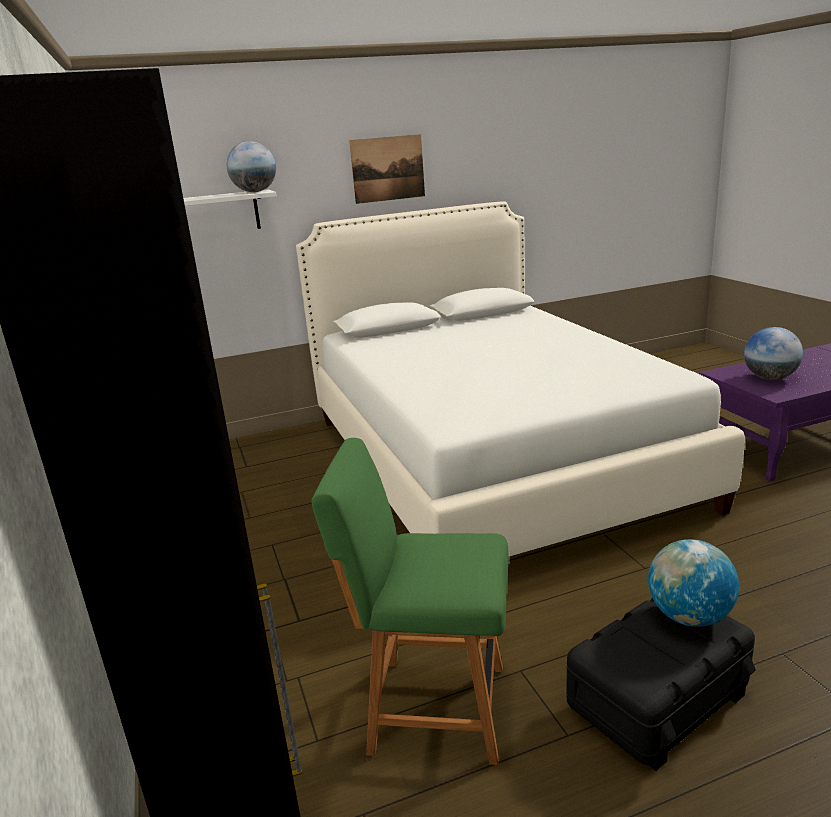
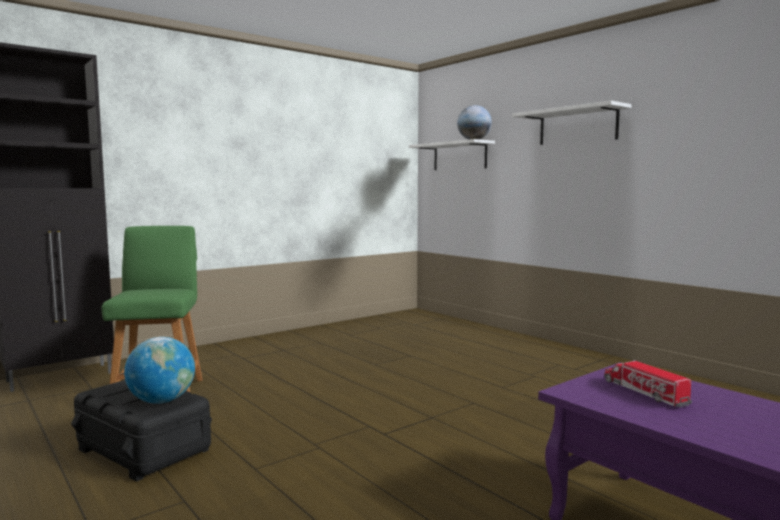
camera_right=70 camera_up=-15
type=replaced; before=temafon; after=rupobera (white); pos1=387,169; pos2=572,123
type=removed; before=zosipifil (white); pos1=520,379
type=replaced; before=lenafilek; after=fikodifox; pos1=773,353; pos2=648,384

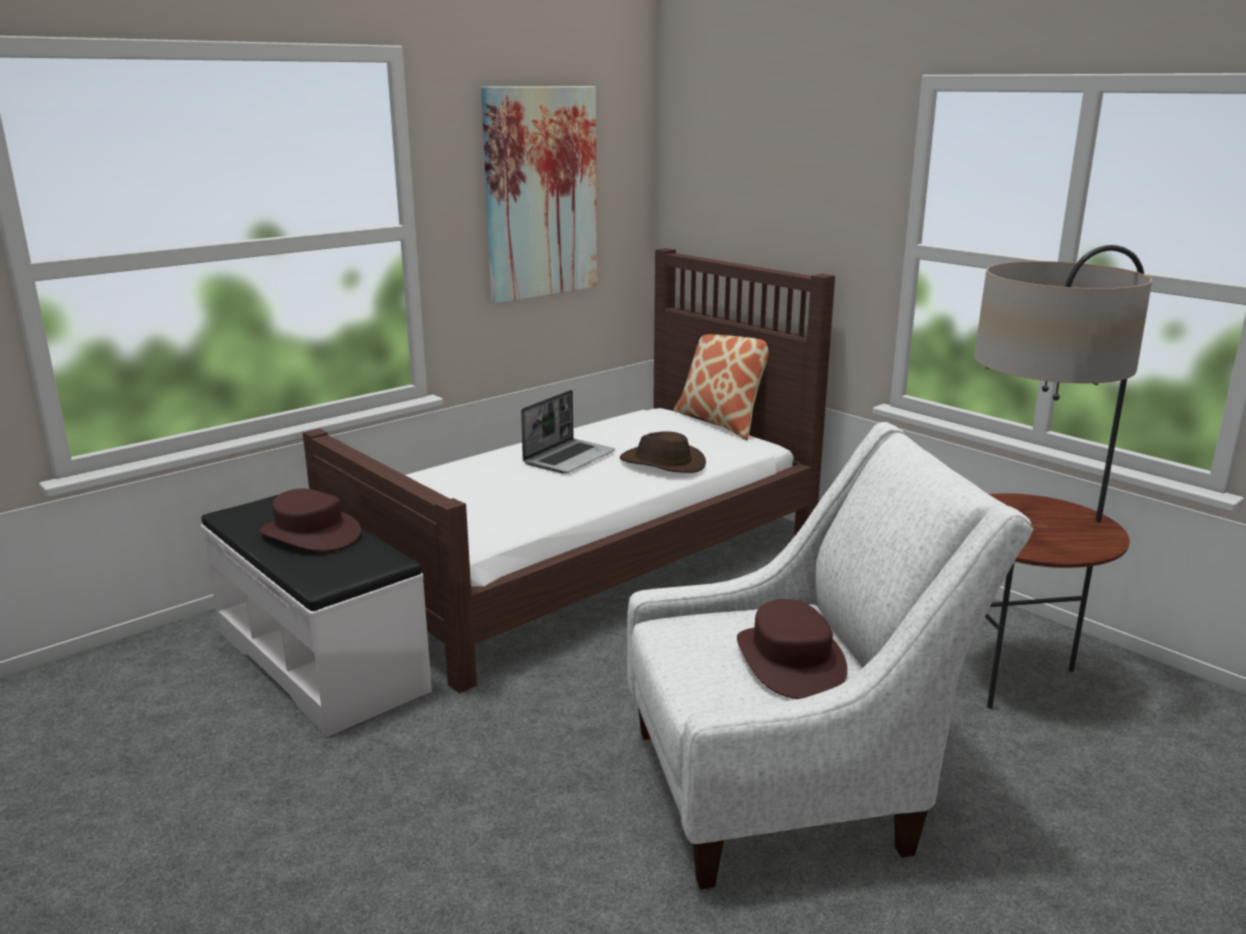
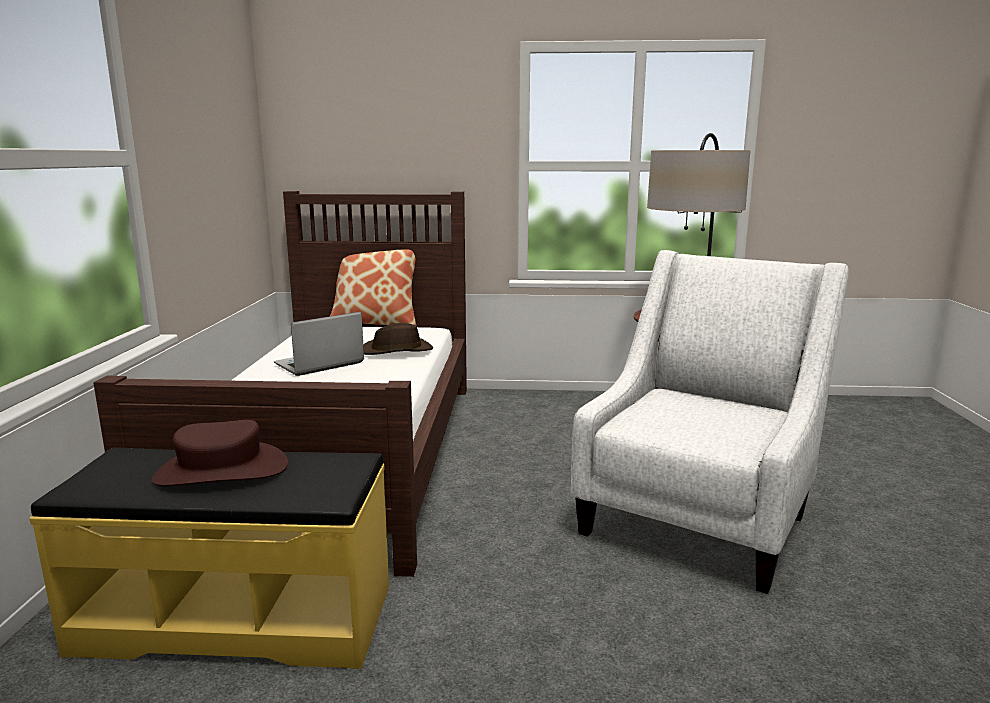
camera_right=-45 camera_up=-5
type=removed; before=temafon; pos1=539,195
type=turned; before=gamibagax; pos1=568,432; pos2=319,344; turn=-120
type=recoloured; before=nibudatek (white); after=nibudatek (yellow); pos1=316,616; pos2=209,558
type=removed; before=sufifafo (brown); pos1=792,649

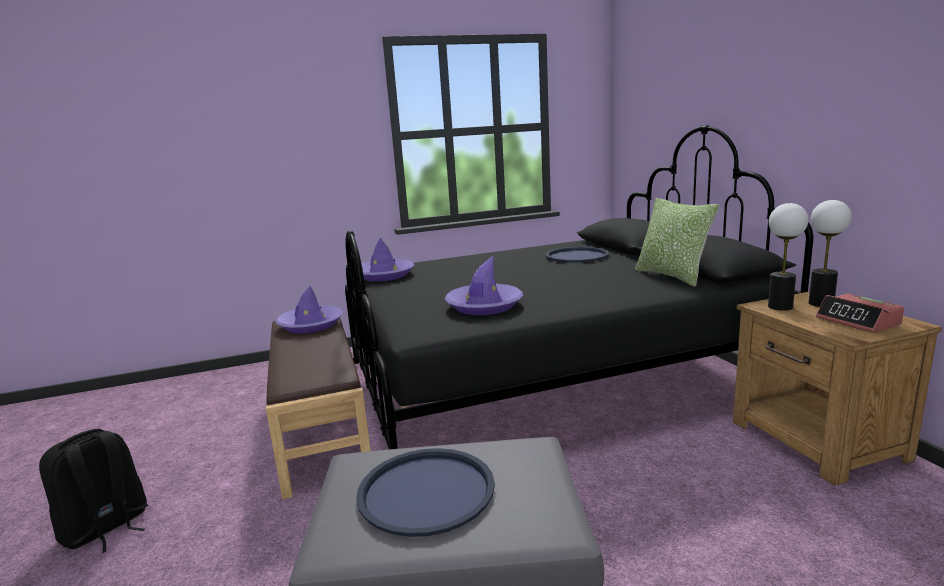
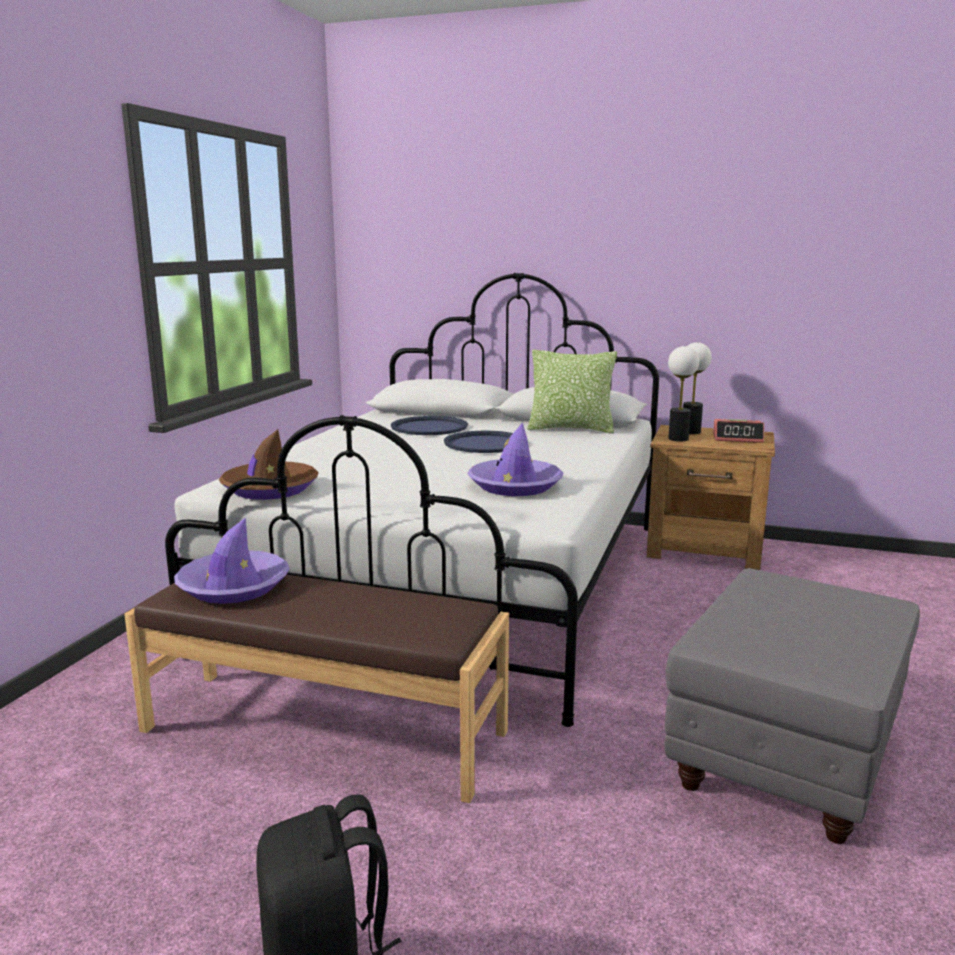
camera_right=-55 camera_up=0
type=recoloured; before=zosipifil (black); after=zosipifil (white); pos1=579,287; pos2=412,500
type=recoloured; before=sufifafo (purple); after=sufifafo (brown); pos1=388,260; pos2=269,464
type=moved; before=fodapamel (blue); pos1=425,492; pos2=478,442

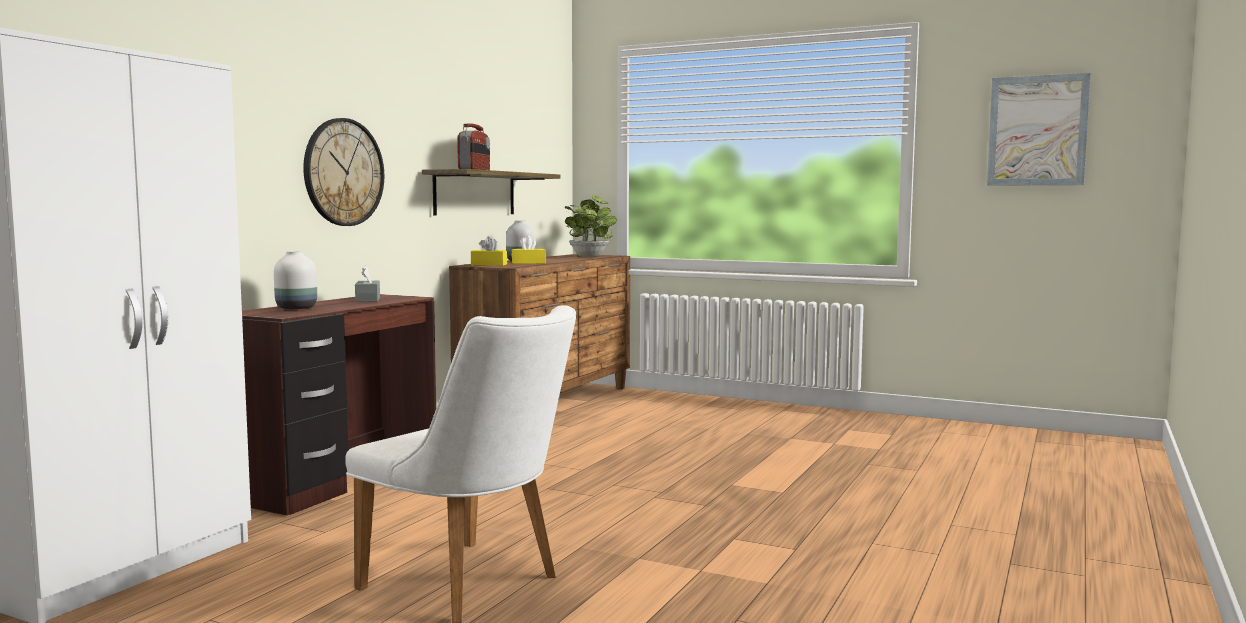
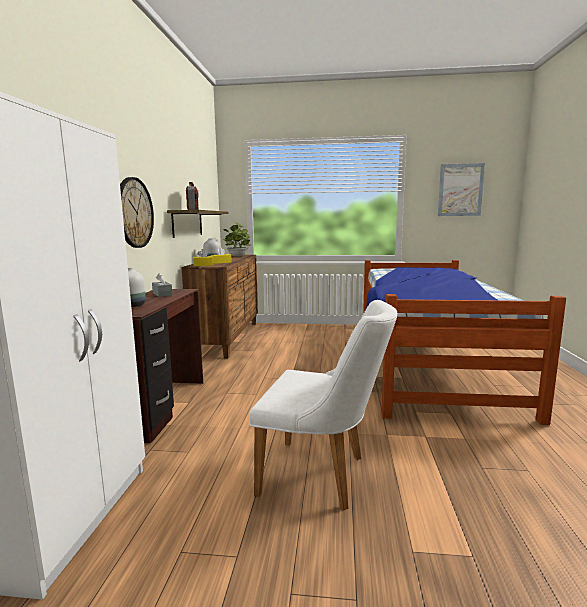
camera_right=-20 camera_up=5
type=added; after=zosipifil; pos2=464,342

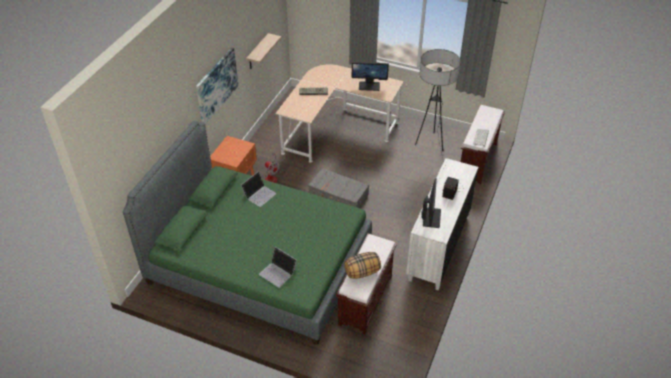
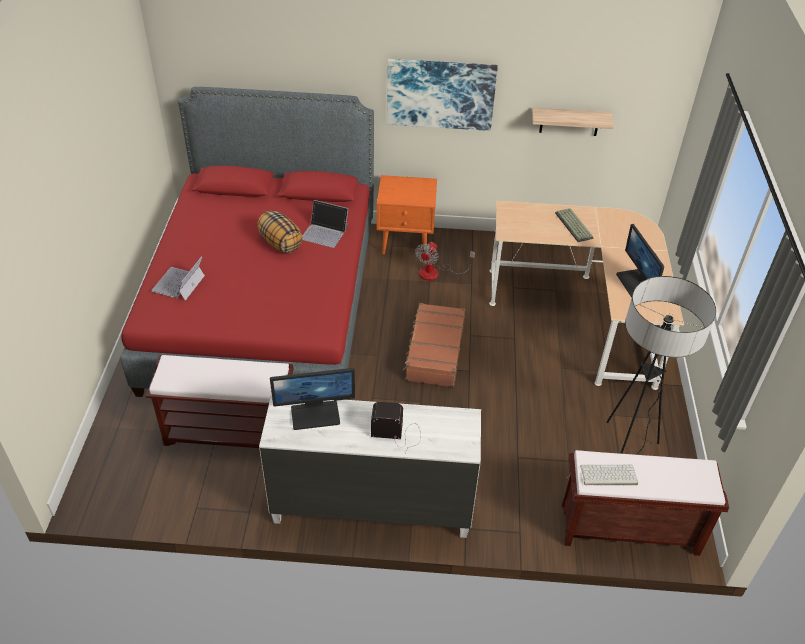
camera_right=70 camera_up=0
type=recoloured; before=zosipifil (green); after=zosipifil (red); pos1=247,232; pos2=247,242
type=recoloured; before=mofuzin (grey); after=mofuzin (brown); pos1=338,188; pos2=434,345
type=moved; before=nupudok; pos1=362,265; pos2=280,231

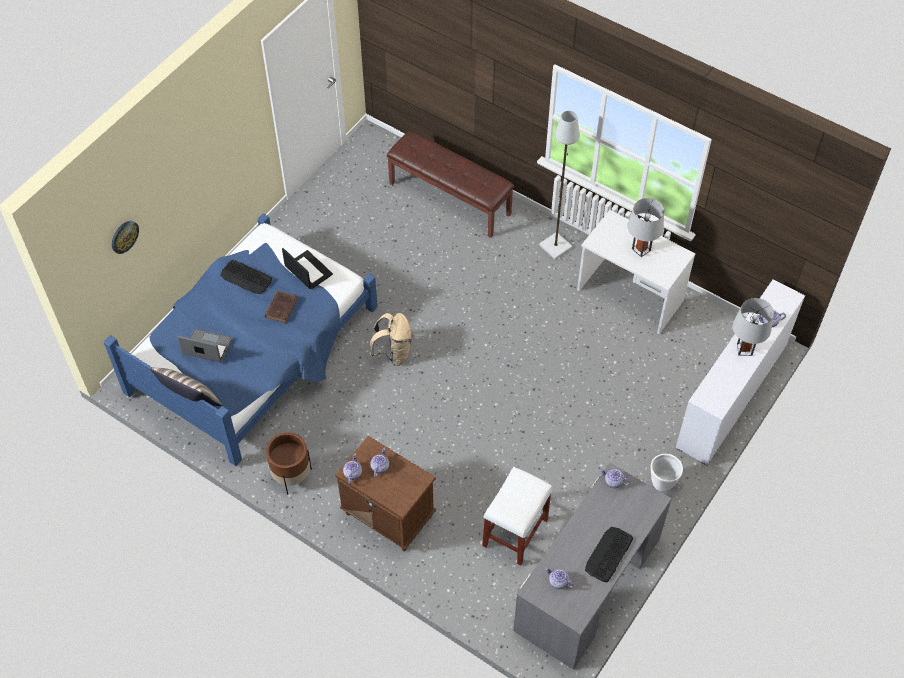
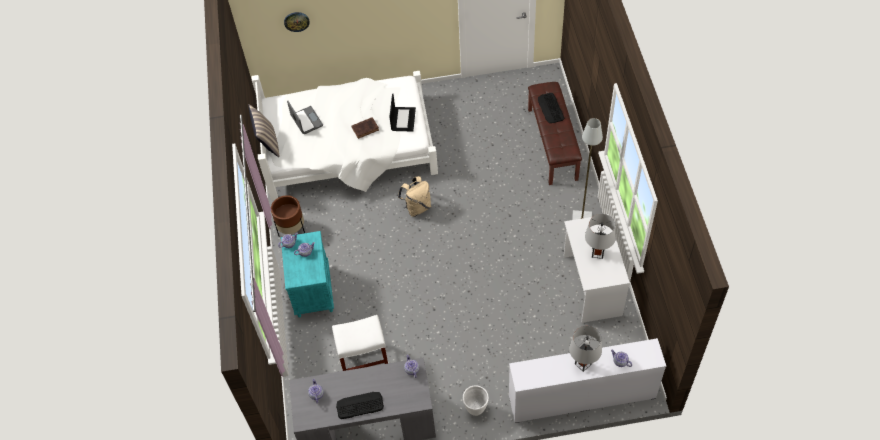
camera_right=50 camera_up=0
type=recoloured; before=zosipifil (blue); after=zosipifil (white); pos1=241,340; pos2=344,136
type=moved; before=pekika; pos1=246,277; pos2=551,108
type=recoloured; before=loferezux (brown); after=loferezux (turquoise); pos1=386,493; pos2=307,274

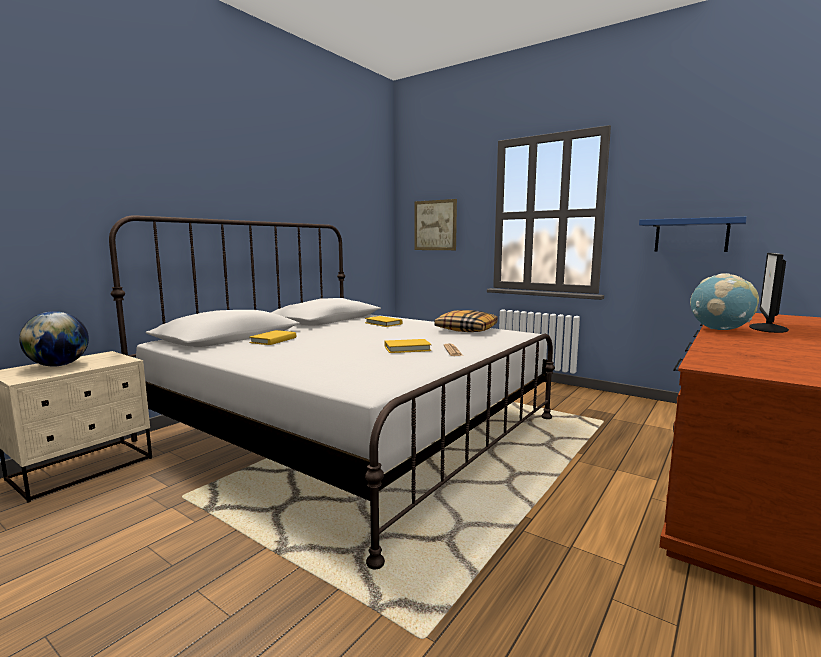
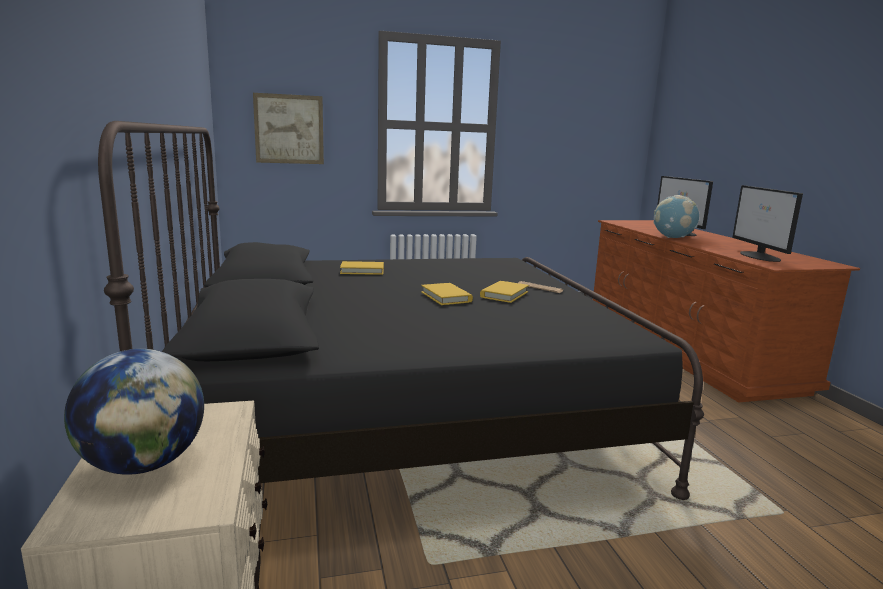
camera_right=-50 camera_up=5
type=recoloured; before=zosipifil (white); after=zosipifil (black); pos1=332,392; pos2=401,310
type=removed; before=rupobera (blue); pos1=693,234
type=removed; before=nupudok; pos1=466,321
type=moved; before=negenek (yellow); pos1=272,337; pos2=447,294
type=added; after=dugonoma; pos2=767,223

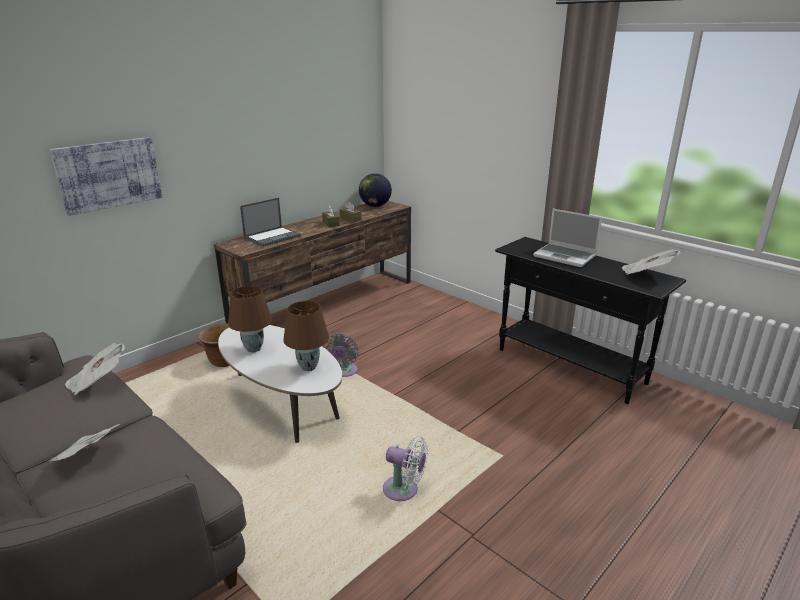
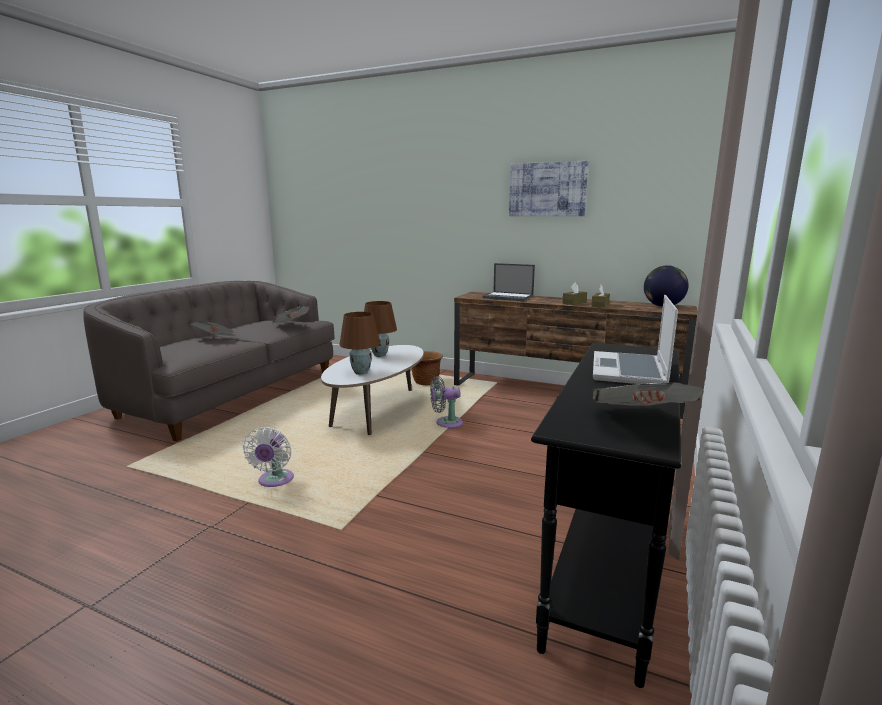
camera_right=70 camera_up=-10
type=moved; before=temafon; pos1=106,176; pos2=549,188

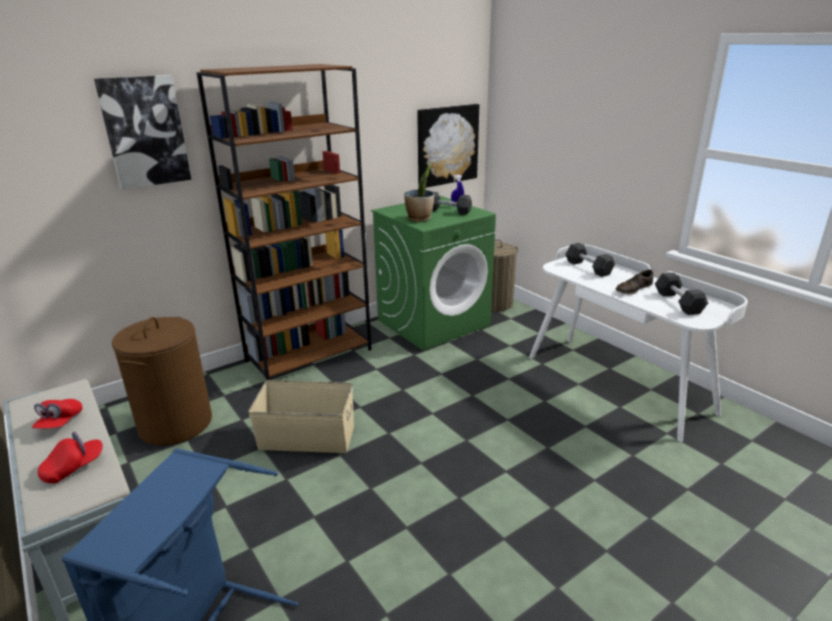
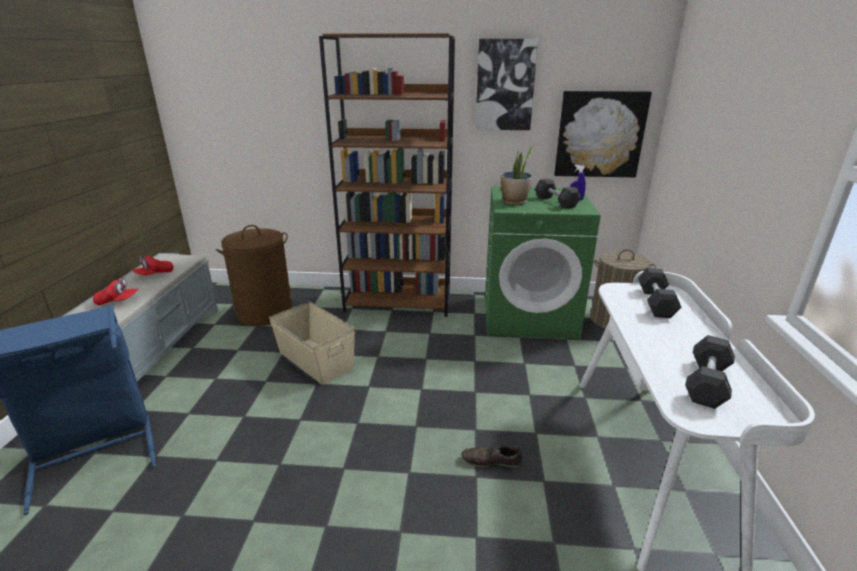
camera_right=40 camera_up=0
type=moved; before=temafon; pos1=142,132; pos2=506,84
type=moved; before=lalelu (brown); pos1=634,282; pos2=491,457

